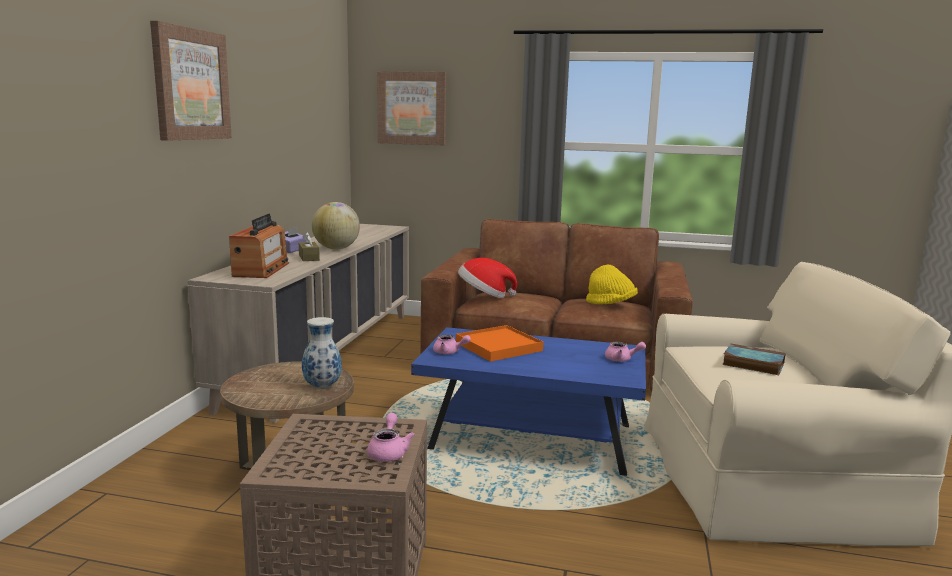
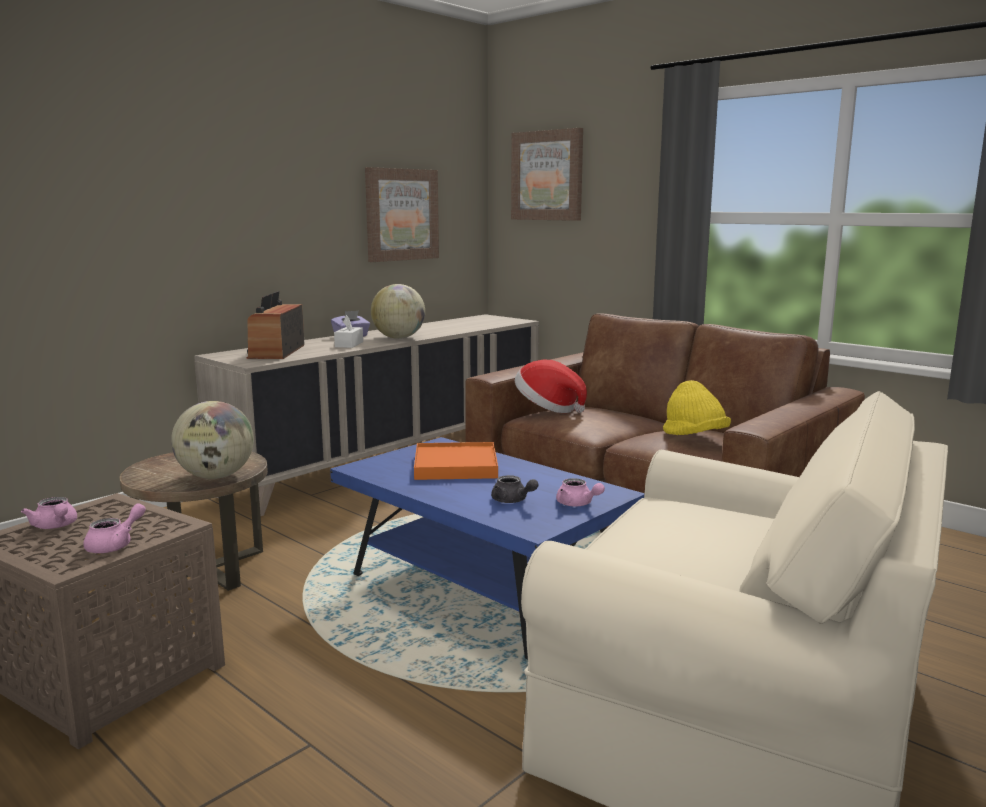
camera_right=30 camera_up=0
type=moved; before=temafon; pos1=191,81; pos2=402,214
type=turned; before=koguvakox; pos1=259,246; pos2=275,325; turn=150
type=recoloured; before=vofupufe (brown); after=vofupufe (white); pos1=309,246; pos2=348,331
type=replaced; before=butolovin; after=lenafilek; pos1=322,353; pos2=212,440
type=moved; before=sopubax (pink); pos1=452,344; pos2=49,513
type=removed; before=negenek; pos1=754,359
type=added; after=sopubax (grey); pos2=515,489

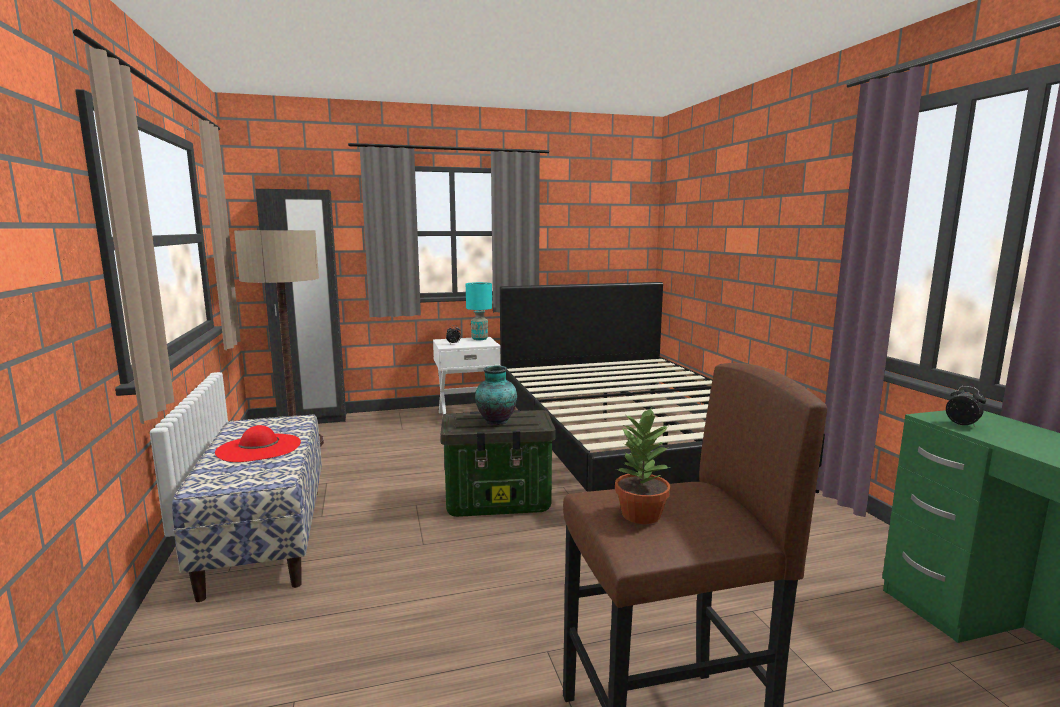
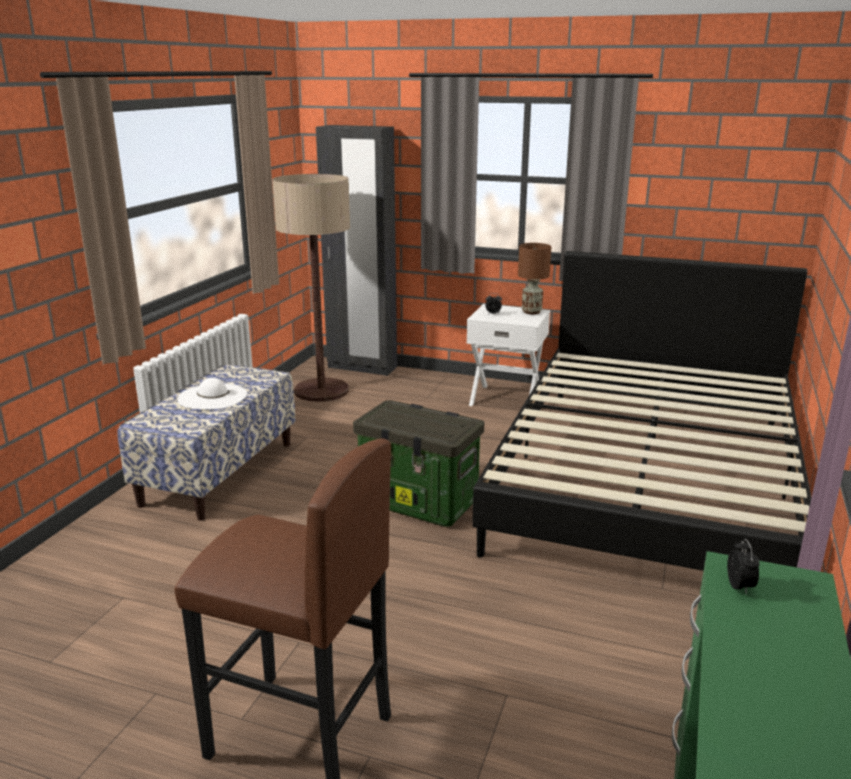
camera_right=35 camera_up=10
type=recoloured; before=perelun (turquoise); after=perelun (brown); pos1=479,311; pos2=534,278
type=removed; before=butolovin; pos1=496,395
type=removed; before=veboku; pos1=643,465
type=recoloured; before=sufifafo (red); after=sufifafo (white); pos1=258,443; pos2=212,393

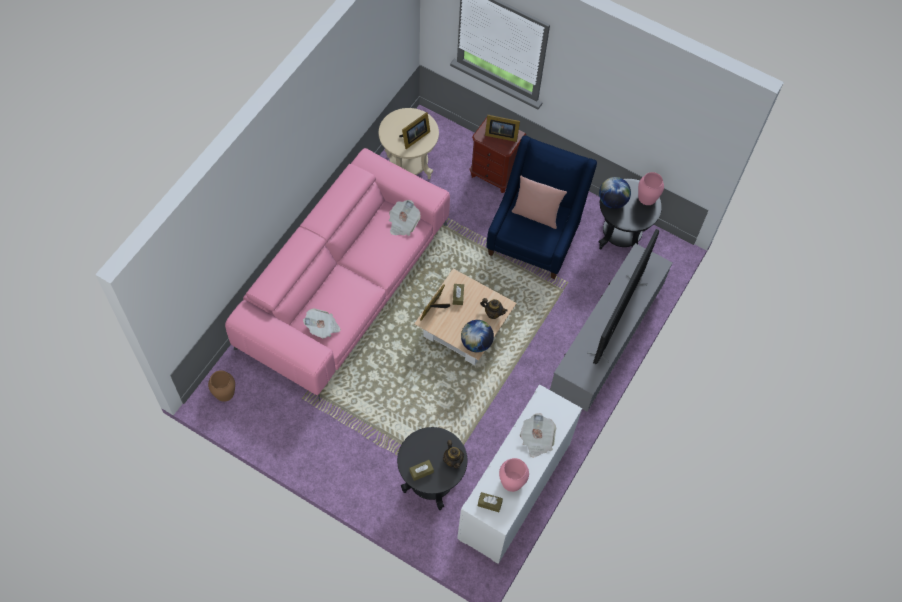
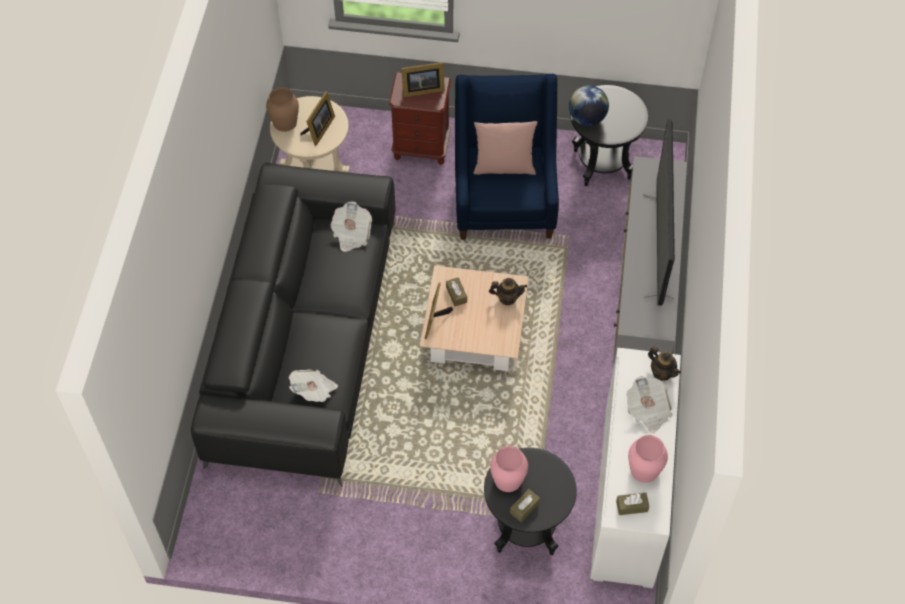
camera_right=-20 camera_up=-5
type=recoloured; before=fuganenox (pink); after=fuganenox (black); pos1=337,274; pos2=293,325
type=moved; before=butolovin (pink); pos1=651,188; pos2=509,469
type=removed; before=lenafilek; pos1=477,336
type=moved; before=butolovin (brown); pos1=221,386; pos2=282,109
type=moved; before=sopubax; pos1=453,454; pos2=664,363

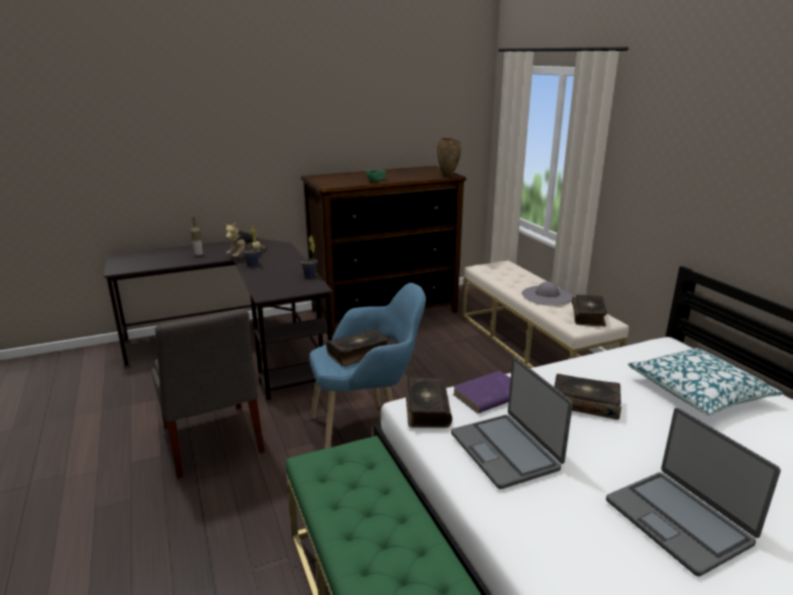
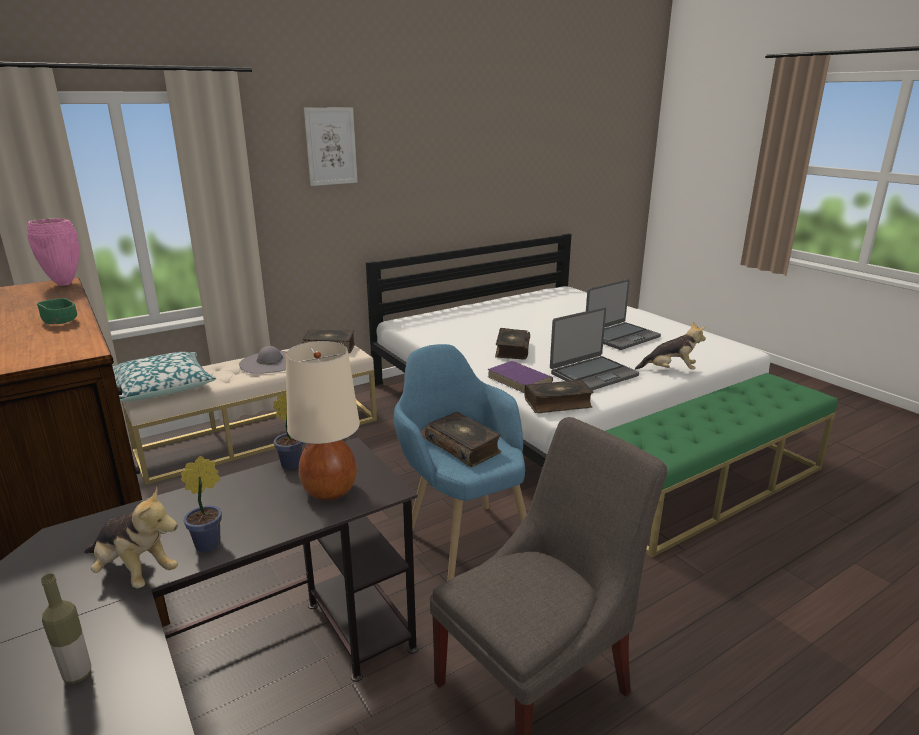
camera_right=-100 camera_up=0
type=recoloured; before=butolovin (brown); after=butolovin (pink); pos1=449,157; pos2=53,252
type=moved; before=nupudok; pos1=705,382; pos2=164,376
type=added; after=temafon; pos2=330,146
type=added; after=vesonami; pos2=670,345
type=added; after=perelun (beige); pos2=323,420

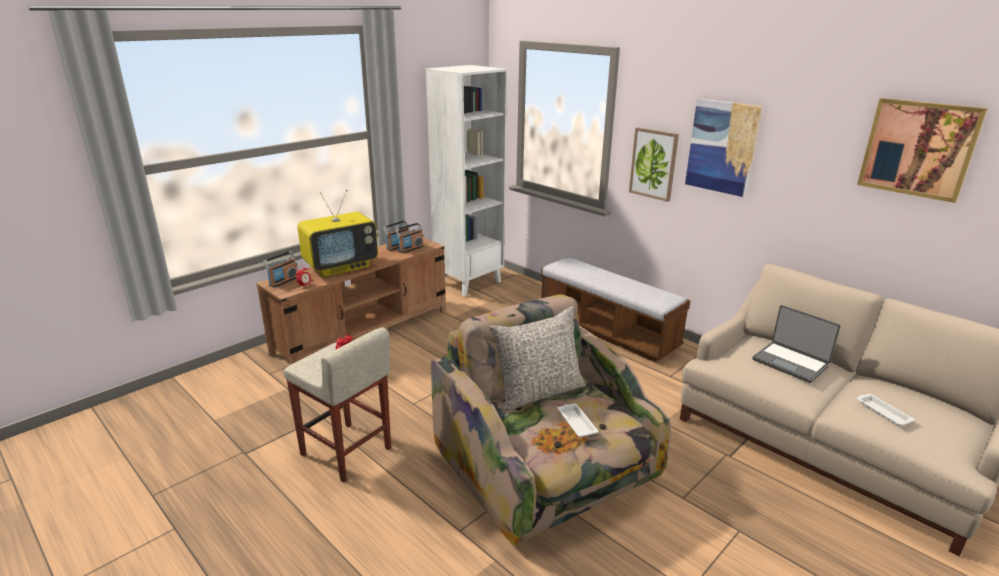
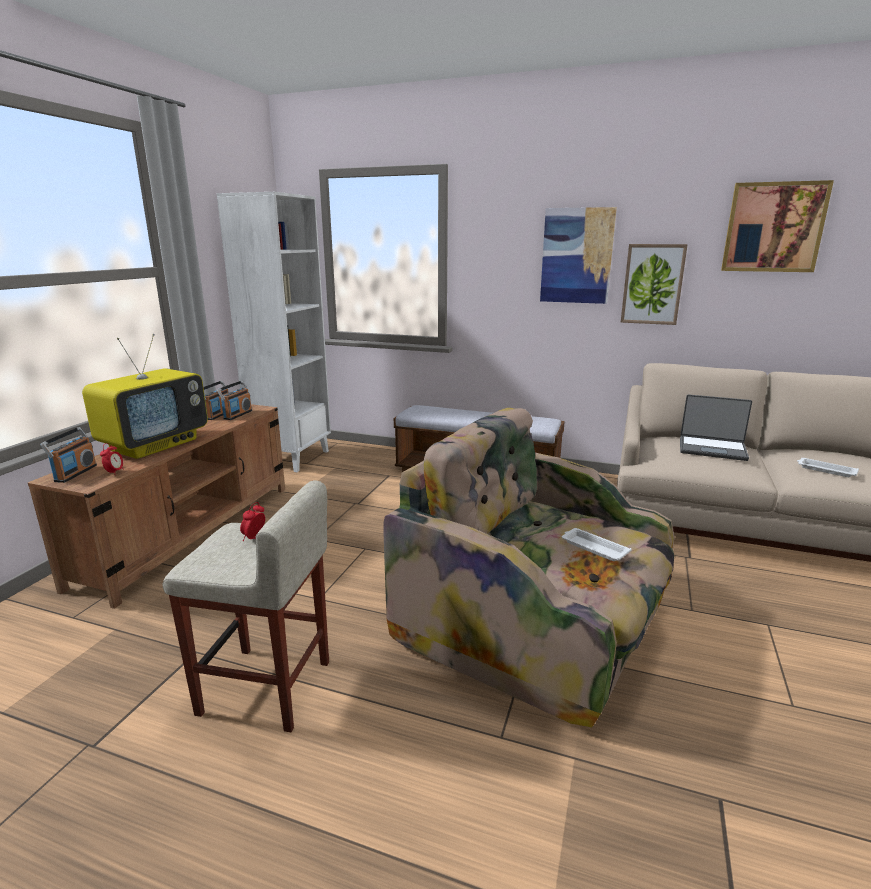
camera_right=-25 camera_up=-5
type=moved; before=temafon; pos1=654,164; pos2=654,284
type=removed; before=nupudok (grey); pos1=538,359

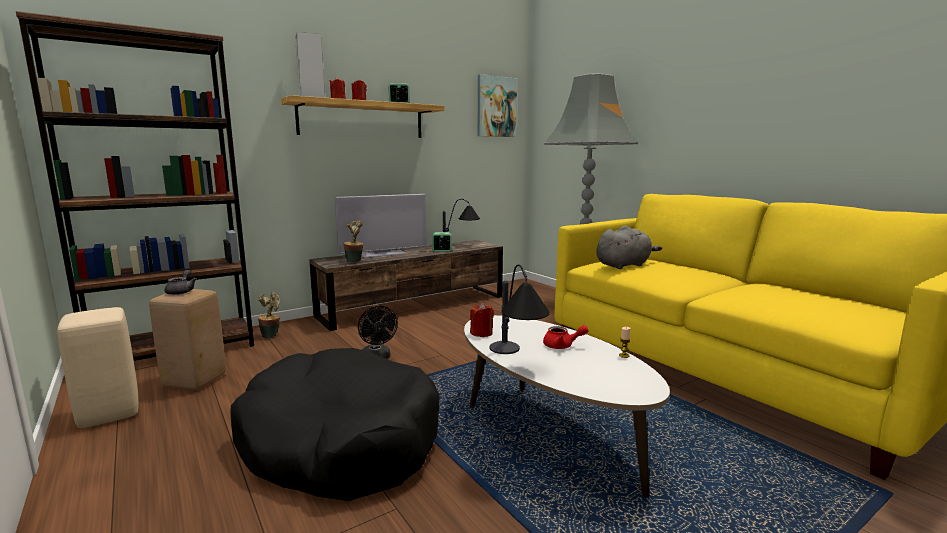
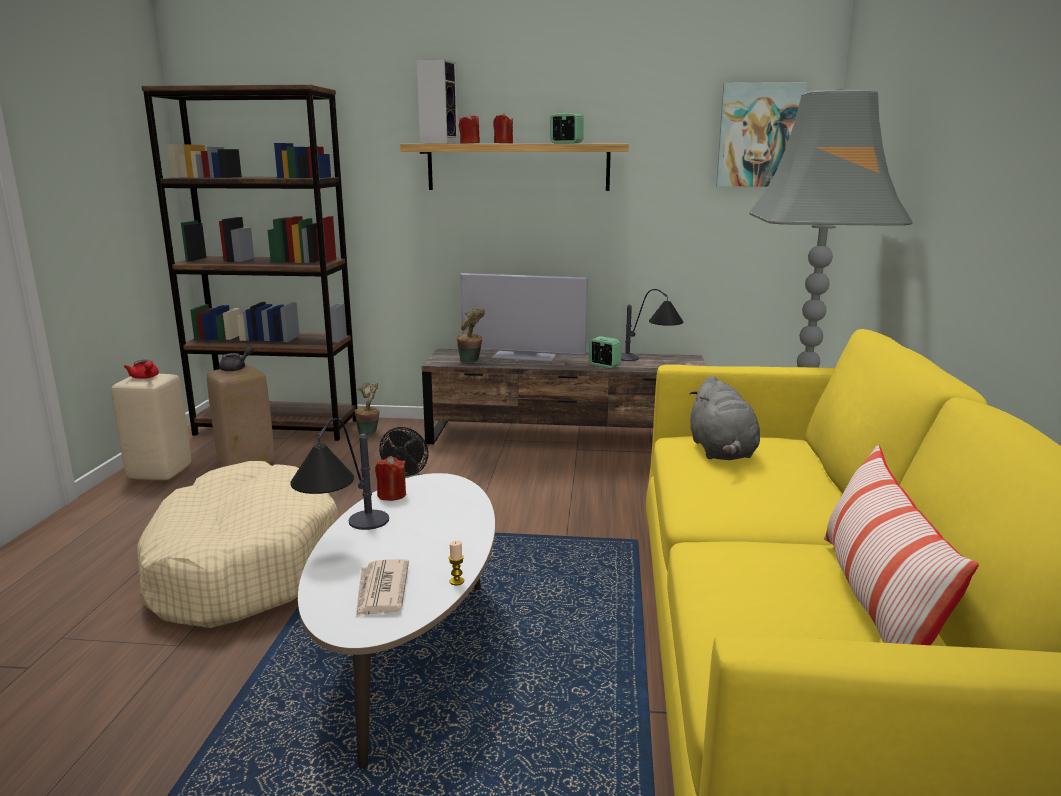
camera_right=40 camera_up=5
type=turned; before=vesonami (grey); pos1=629,247; pos2=725,418; turn=75
type=moved; before=sopubax (red); pos1=565,337; pos2=141,369
type=recoloured; before=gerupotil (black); after=gerupotil (beige); pos1=335,424; pos2=238,544
type=added; after=nupudok; pos2=901,545
type=added; after=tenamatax; pos2=382,588

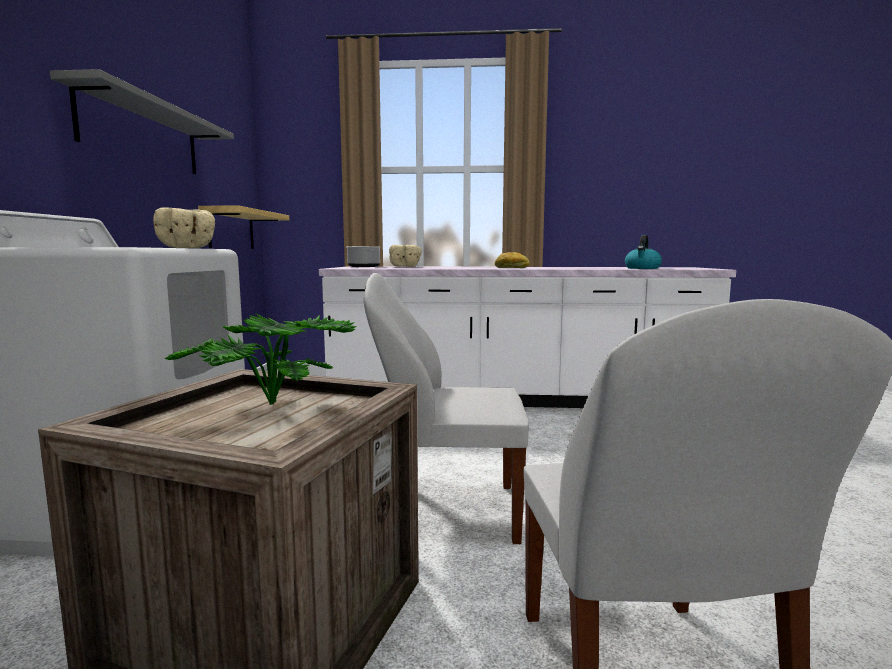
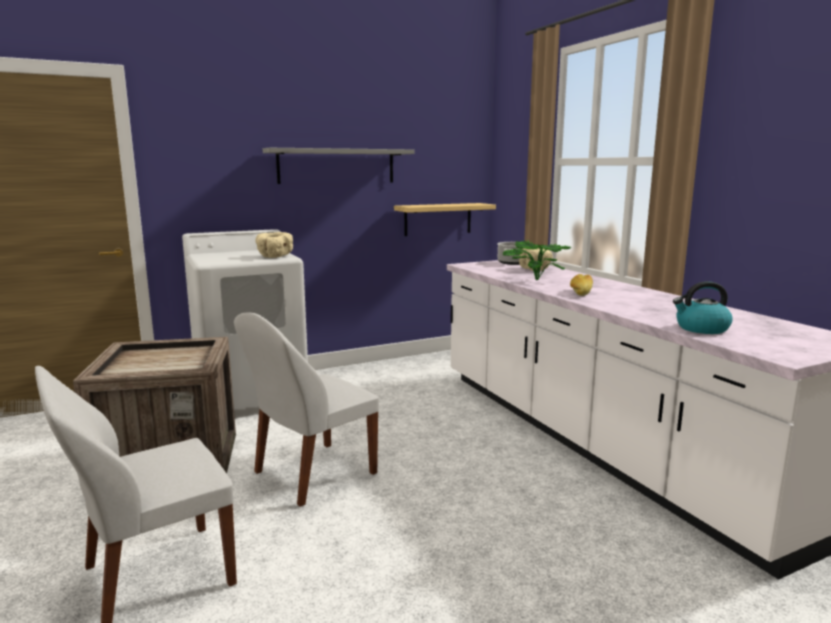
camera_right=60 camera_up=5
type=turned; before=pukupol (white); pos1=446,408; pos2=306,410; turn=-105
type=moved; before=veboku; pos1=261,359; pos2=537,259

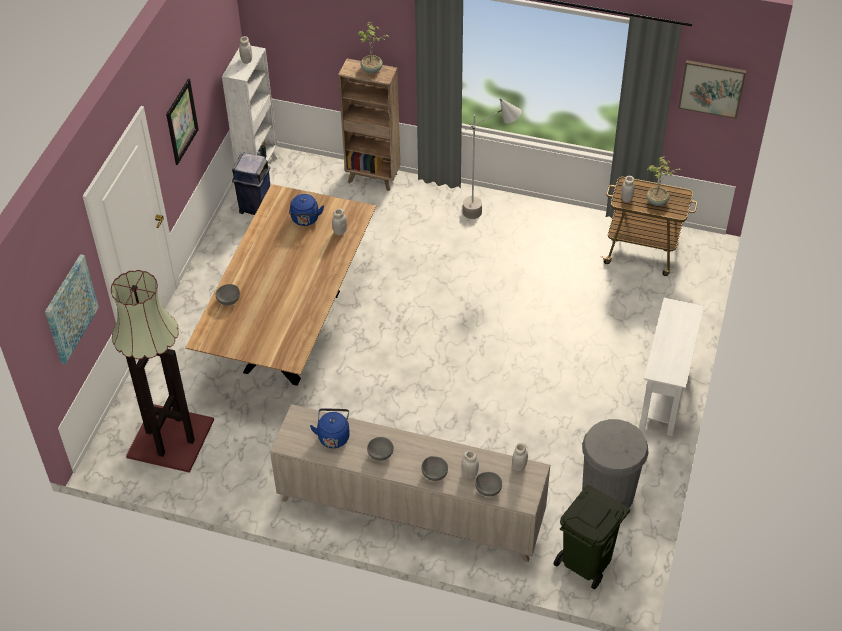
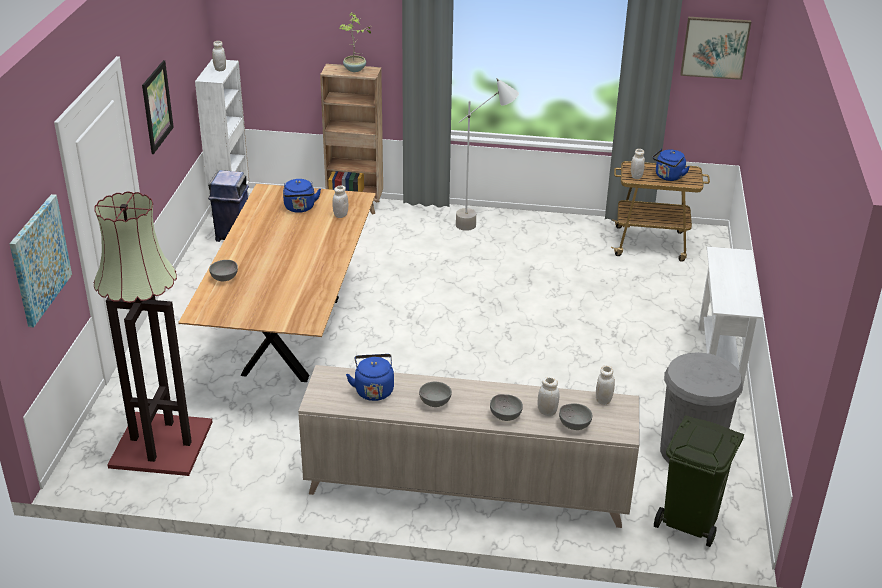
camera_right=-10 camera_up=-15
type=replaced; before=veboku; after=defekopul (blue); pos1=664,181; pos2=671,165

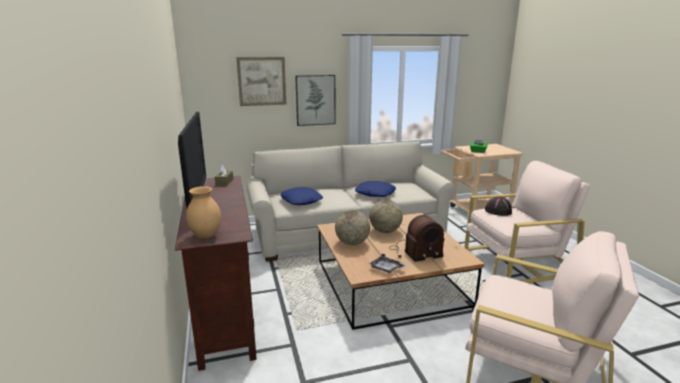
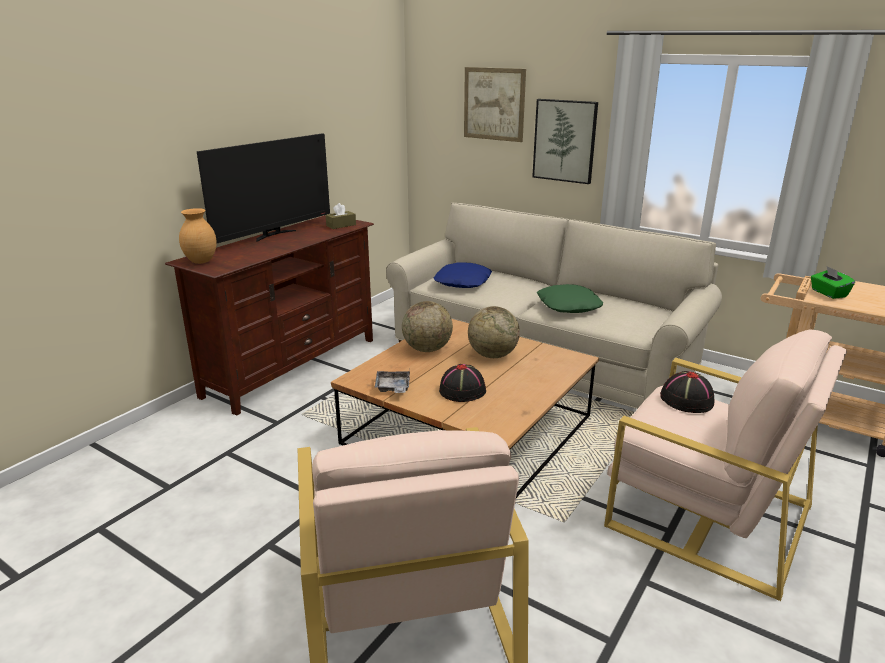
camera_right=50 camera_up=5
type=recoloured; before=nupudok (blue); after=nupudok (green); pos1=375,189; pos2=570,298
type=replaced; before=koguvakox; after=sufifafo (black); pos1=417,238; pos2=462,383

